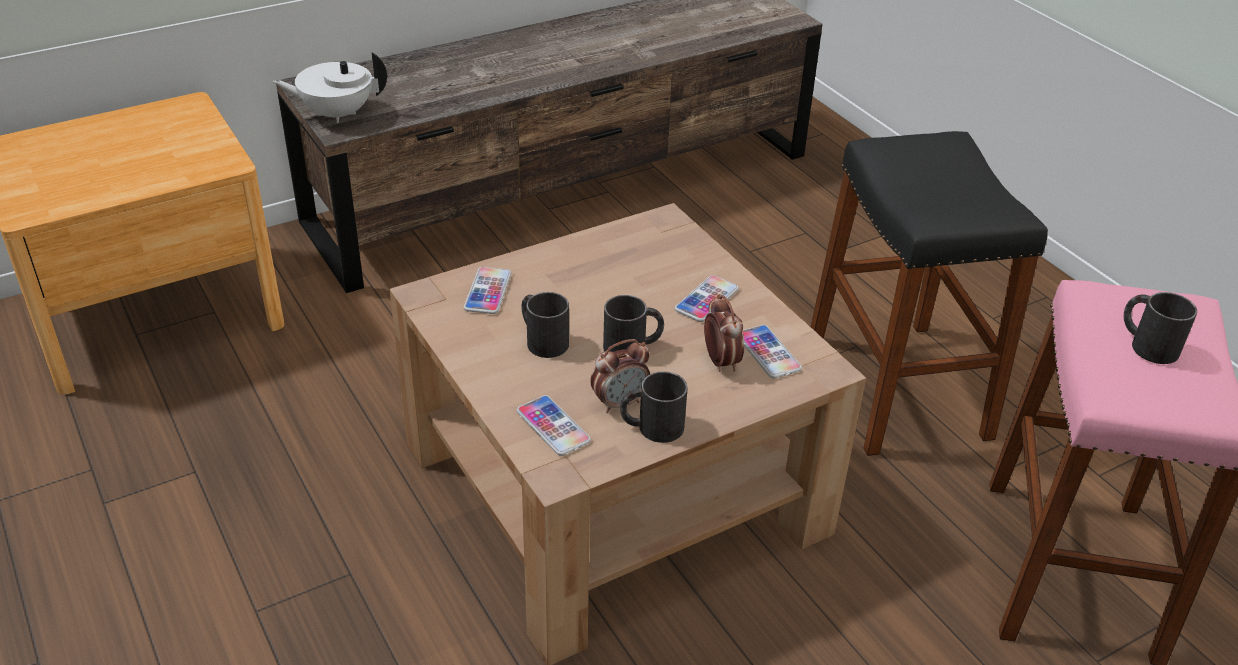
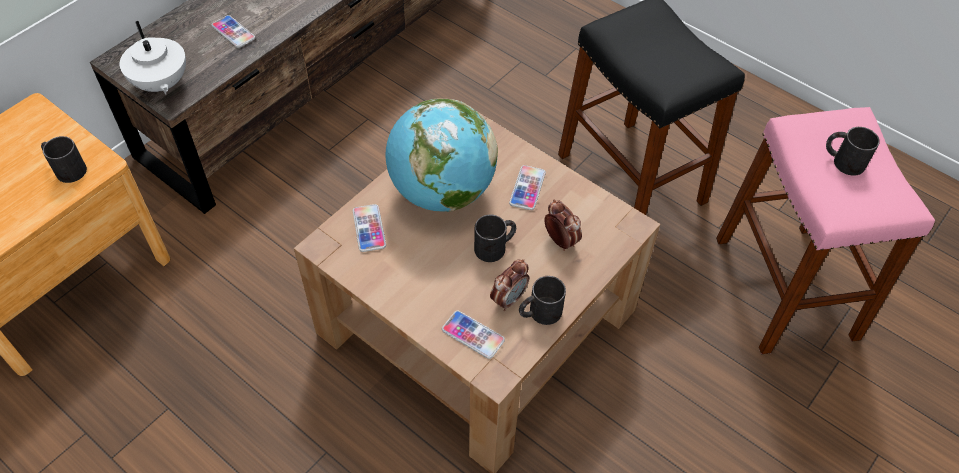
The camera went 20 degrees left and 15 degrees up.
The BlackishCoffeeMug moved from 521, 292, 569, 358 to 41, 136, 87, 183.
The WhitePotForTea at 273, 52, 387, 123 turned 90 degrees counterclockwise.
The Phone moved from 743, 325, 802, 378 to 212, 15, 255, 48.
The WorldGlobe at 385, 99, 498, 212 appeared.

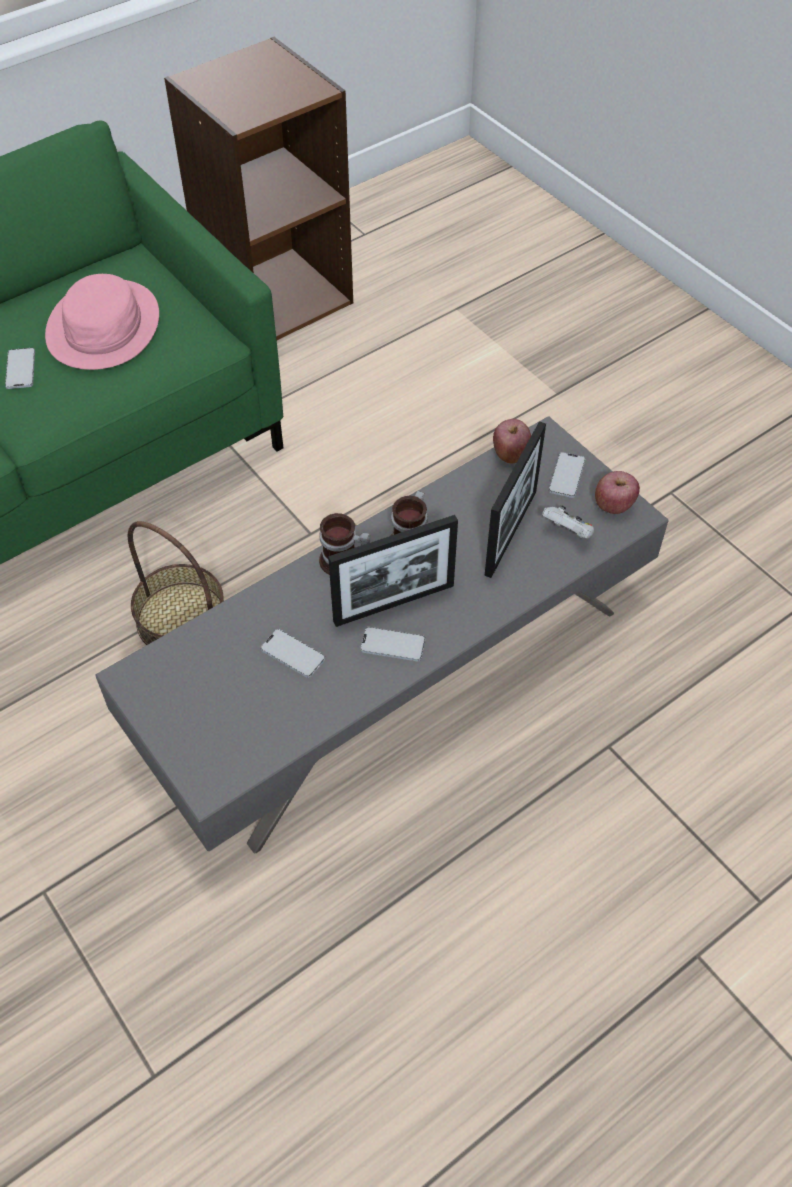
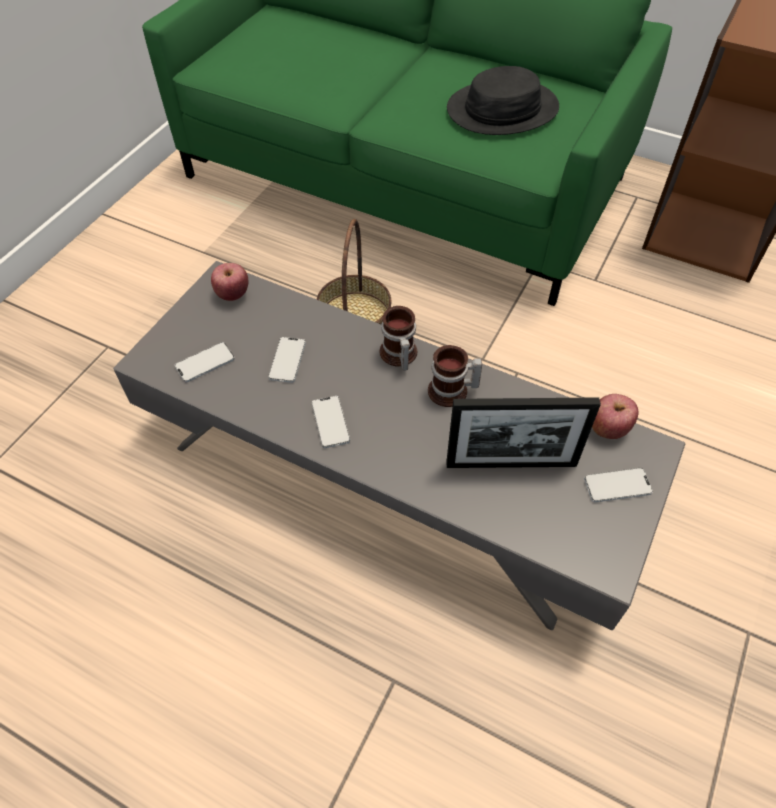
The camera went 65 degrees right and 0 degrees up.
The Phone moved from 5, 348, 35, 389 to 175, 342, 235, 383.
The WholeApple moved from 595, 471, 640, 514 to 211, 263, 249, 301.
The PinkishClothingHat at 45, 274, 159, 370 became the BlackishClothingHat at 447, 66, 559, 135.
The StandingFrame at 328, 515, 458, 627 disappeared.
The WhiteGameController at 542, 505, 594, 539 disappeared.

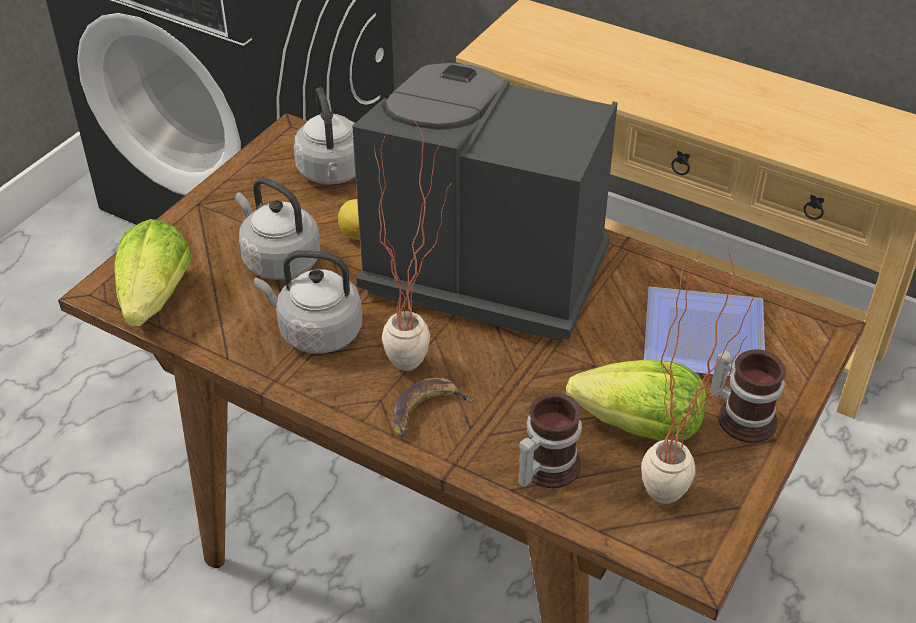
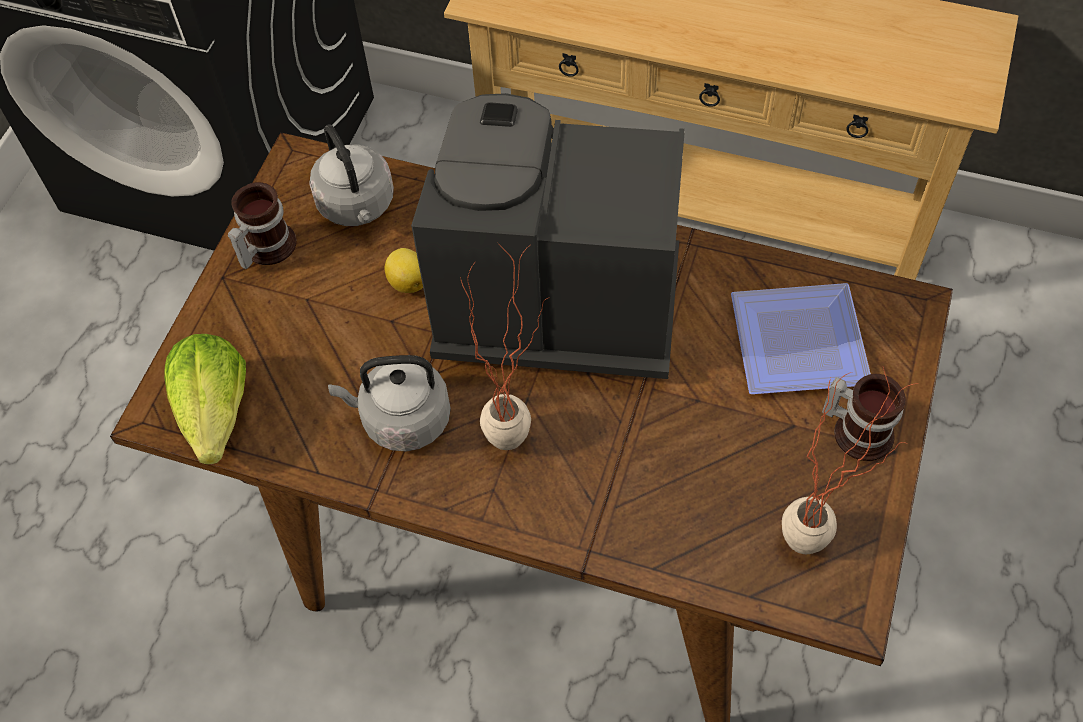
The camera went 10 degrees left and 15 degrees up.
The CoffeeMug moved from 518, 393, 582, 488 to 228, 182, 297, 269.
The GreyKettle at 235, 177, 320, 280 disappeared.
The Banana at 391, 378, 474, 437 disappeared.
The HeadOfLettuce at 566, 360, 706, 442 disappeared.

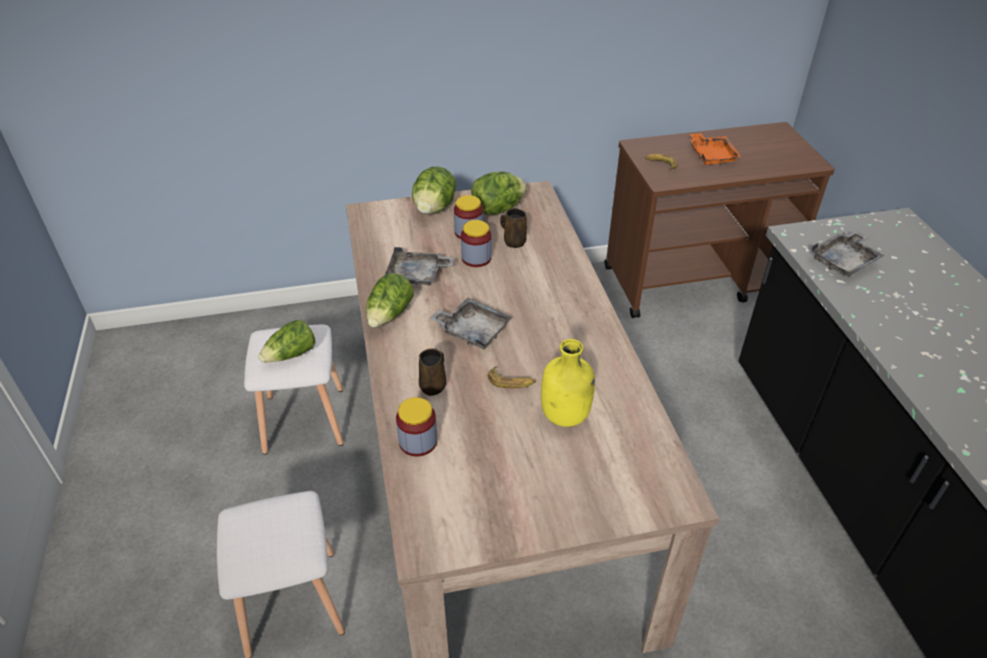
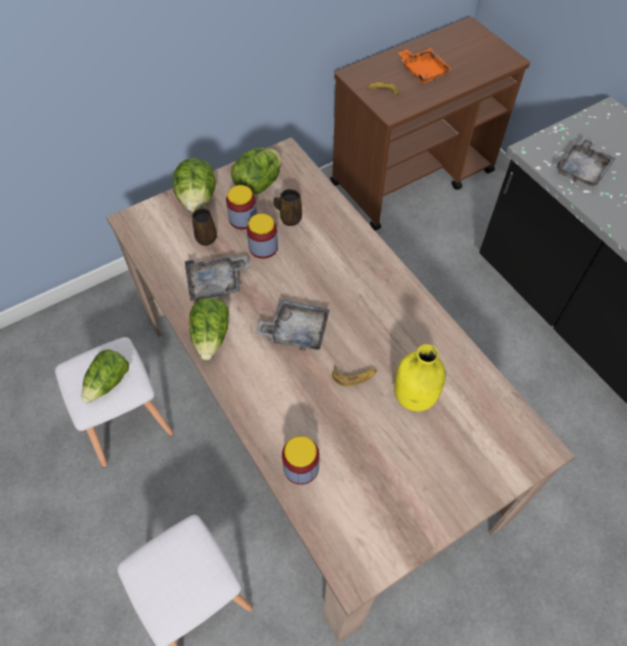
The camera went 20 degrees left and 15 degrees up.
The BrownishCoffeeMug moved from 419, 348, 446, 396 to 192, 208, 217, 246.

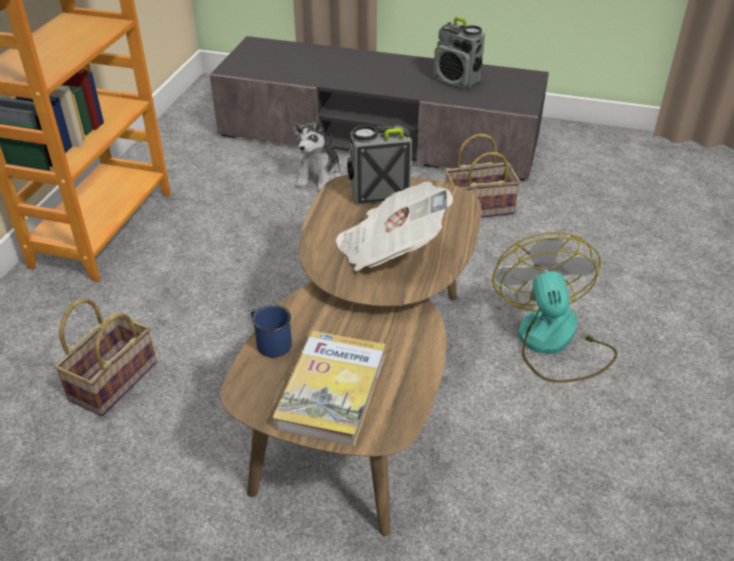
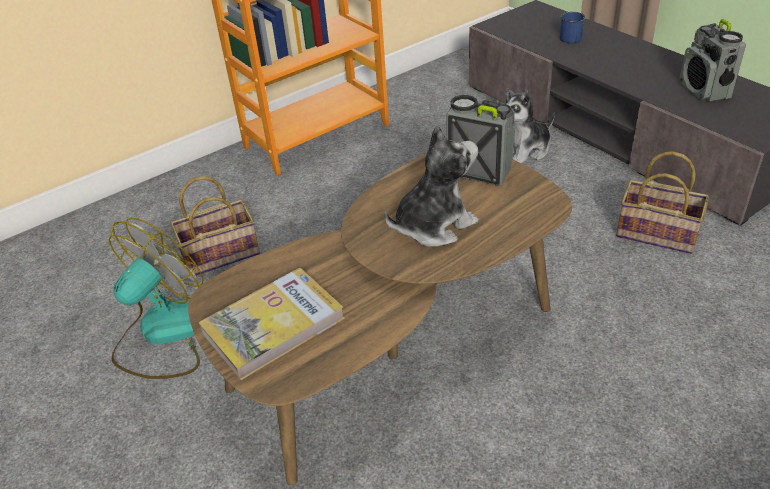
The camera went 40 degrees right and 0 degrees up.
The Fan moved from 492, 232, 618, 383 to 109, 218, 203, 379.
The PrintedPaper at 336, 181, 453, 271 was replaced by the CuddlyToy at 385, 125, 479, 247.
The BlueColouredCoffeeMug moved from 251, 305, 292, 357 to 560, 12, 585, 43.

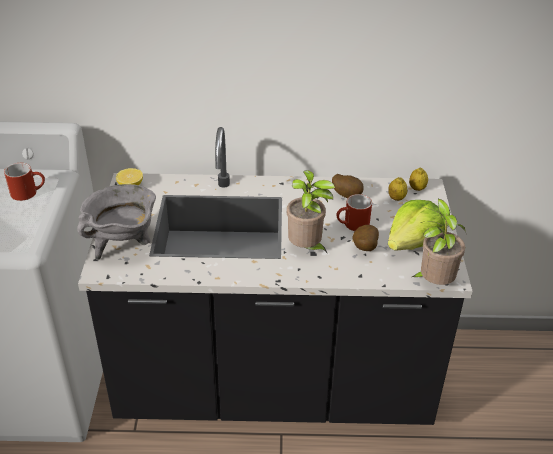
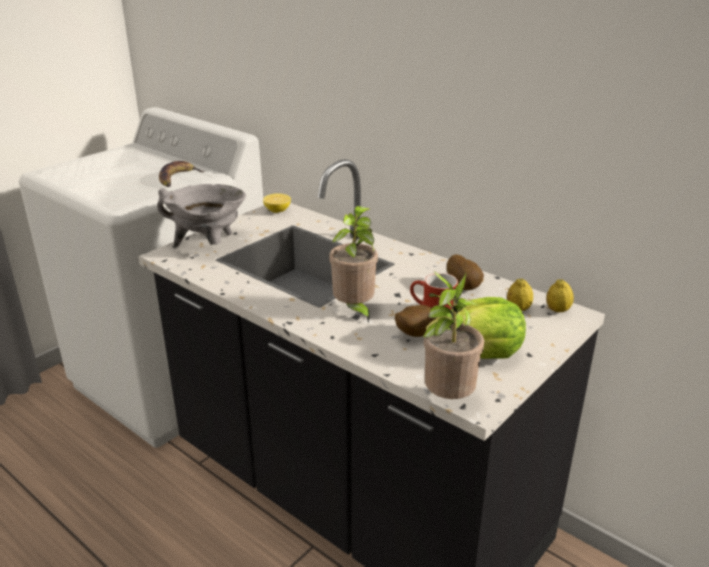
The camera went 40 degrees right and 10 degrees down.
The ReddishCoffeeMug at 4, 163, 45, 201 was replaced by the Banana at 159, 161, 205, 187.

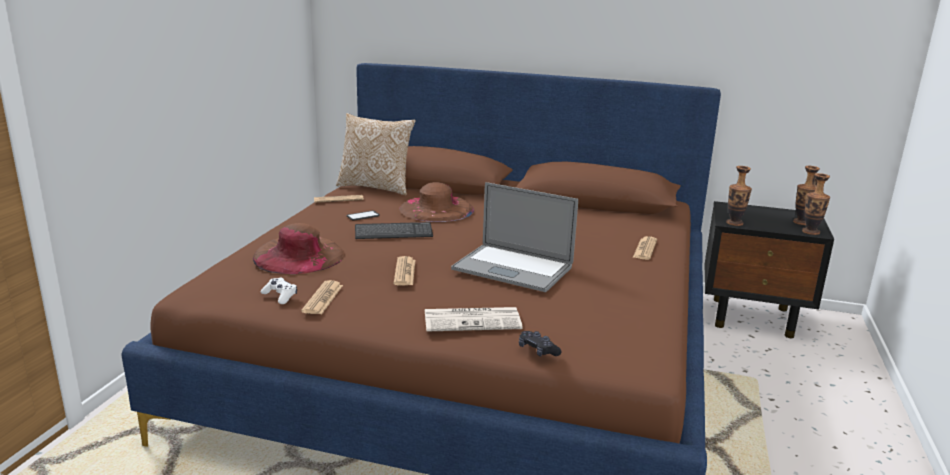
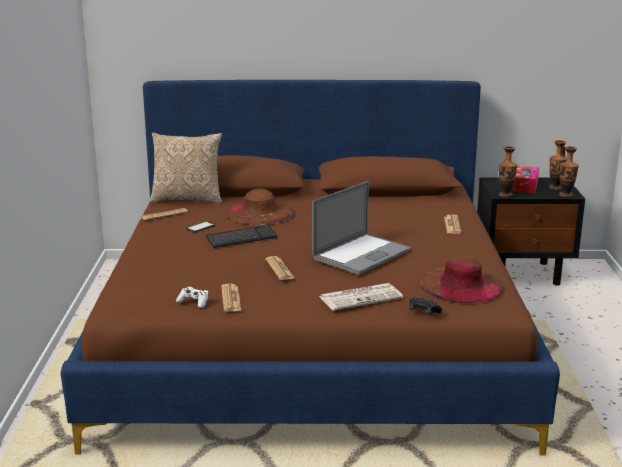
The camera went 15 degrees left and 0 degrees up.
The PortableComputer at 451, 182, 578, 292 turned 60 degrees counterclockwise.
The BrownishClothingHat moved from 253, 223, 345, 274 to 420, 255, 504, 303.
The TissueBox at 513, 166, 539, 193 appeared.

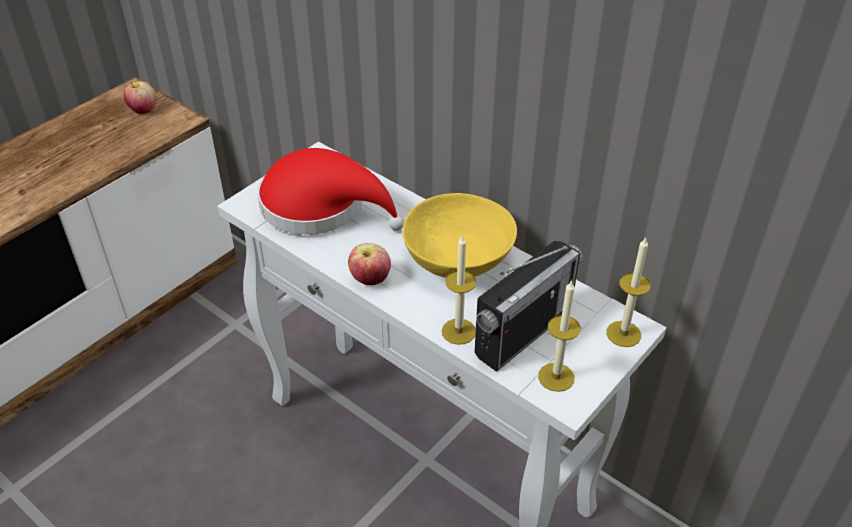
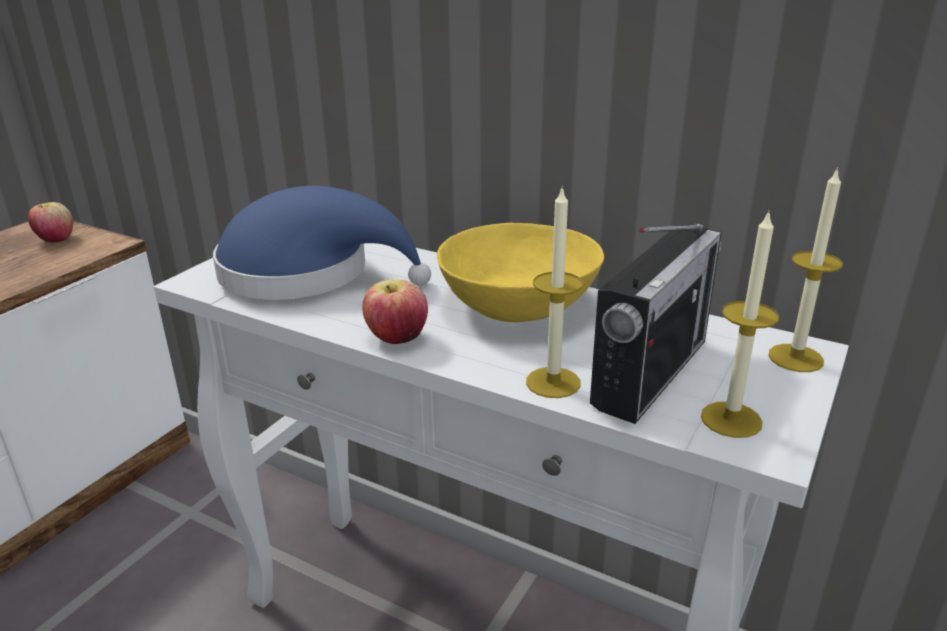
The camera went 10 degrees left and 15 degrees down.
The ReddishClothingHat at 258, 148, 404, 235 became the BlueColouredClothingHat at 213, 186, 431, 300.

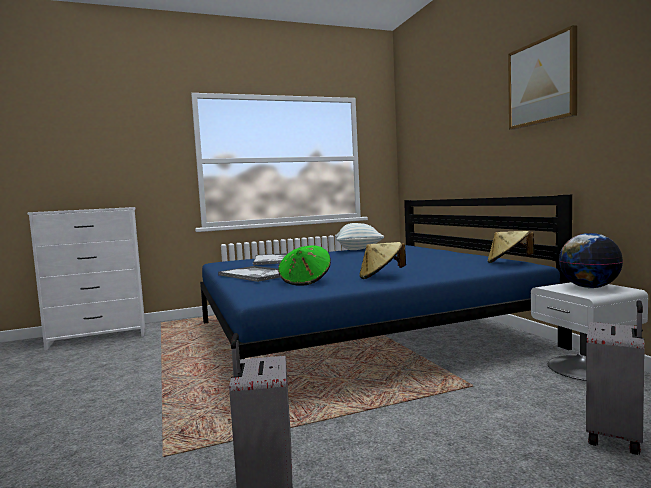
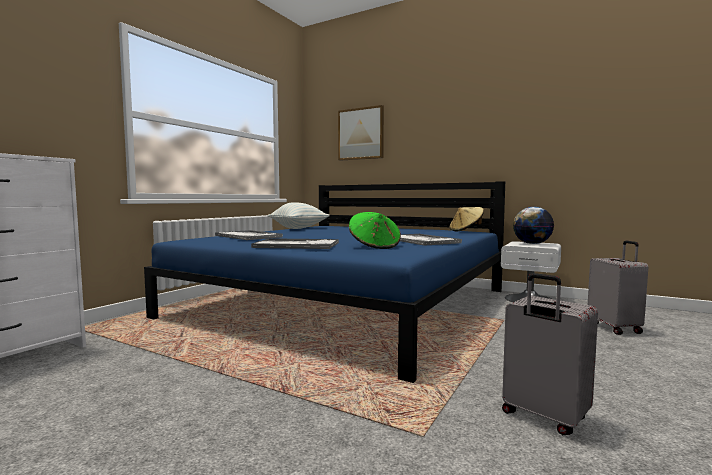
The camera went 40 degrees left and 0 degrees up.
The WallArt moved from 508, 25, 577, 130 to 338, 105, 384, 161.
The SandColouredClothingHat at 359, 242, 406, 279 was replaced by the ServingTray at 400, 234, 462, 246.

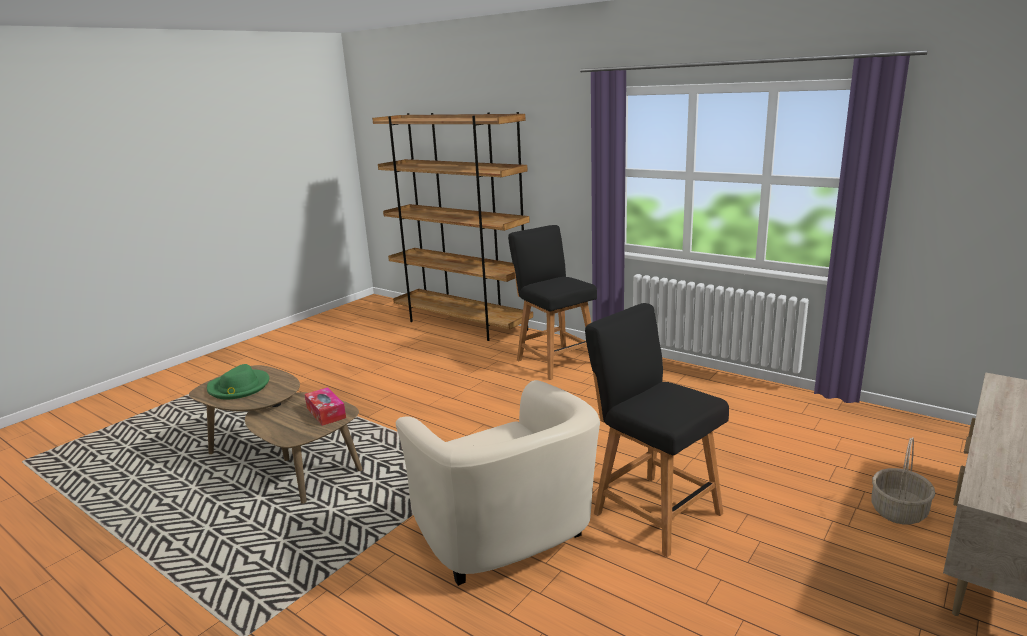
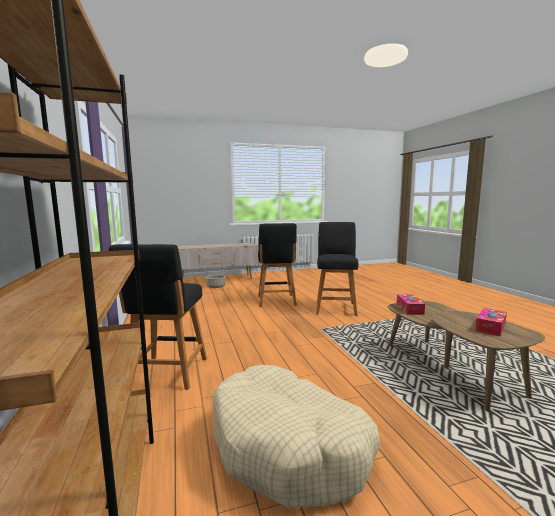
The camera went 145 degrees left and 10 degrees down.
The SandColouredPetBed at 212, 365, 380, 508 appeared.
The SandColouredLoungeChair at 396, 380, 600, 586 was replaced by the BlackishSittingStool at 316, 222, 358, 316.
The GreenishClothingHat at 207, 364, 269, 399 was replaced by the TissueBox at 475, 308, 507, 336.

